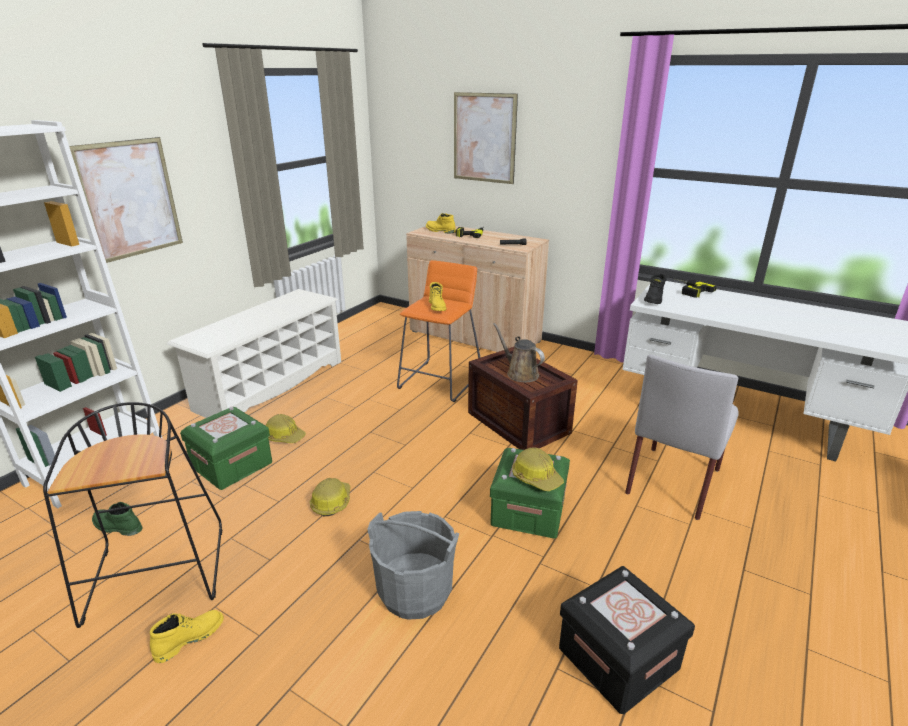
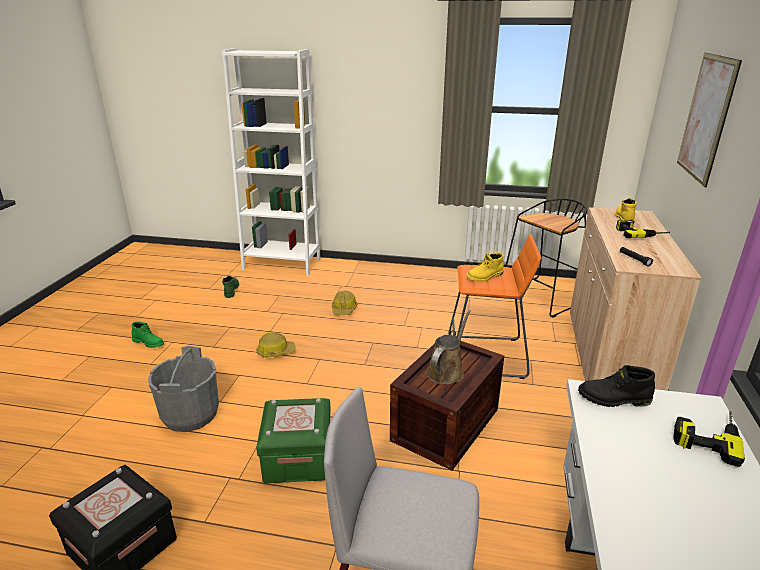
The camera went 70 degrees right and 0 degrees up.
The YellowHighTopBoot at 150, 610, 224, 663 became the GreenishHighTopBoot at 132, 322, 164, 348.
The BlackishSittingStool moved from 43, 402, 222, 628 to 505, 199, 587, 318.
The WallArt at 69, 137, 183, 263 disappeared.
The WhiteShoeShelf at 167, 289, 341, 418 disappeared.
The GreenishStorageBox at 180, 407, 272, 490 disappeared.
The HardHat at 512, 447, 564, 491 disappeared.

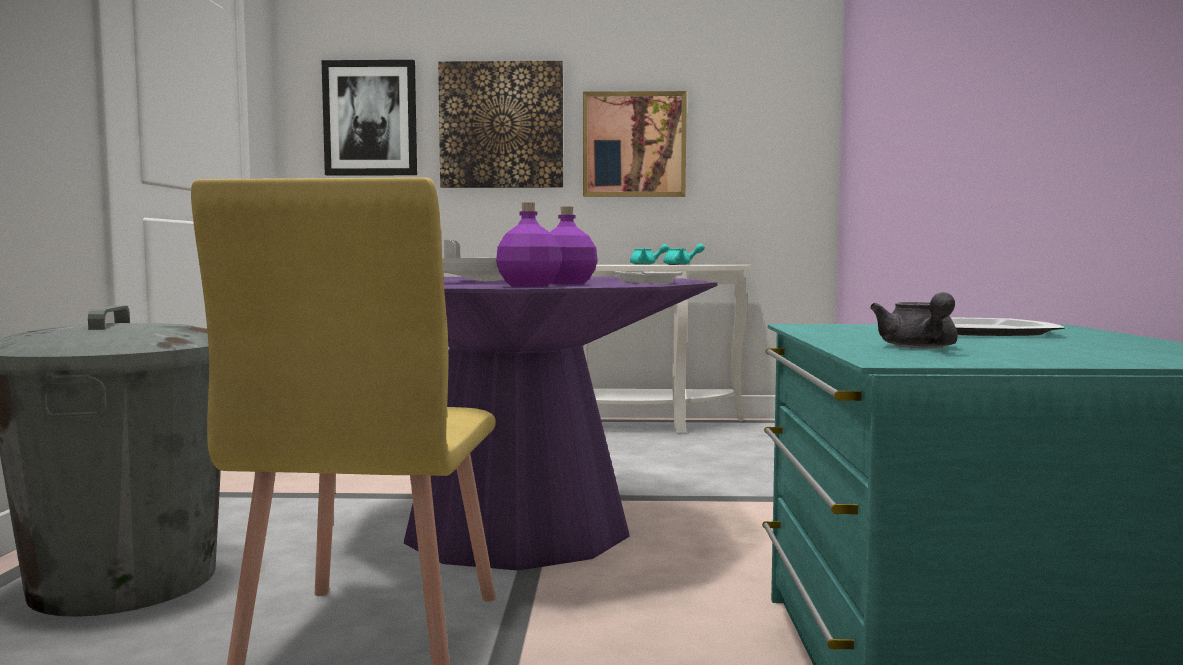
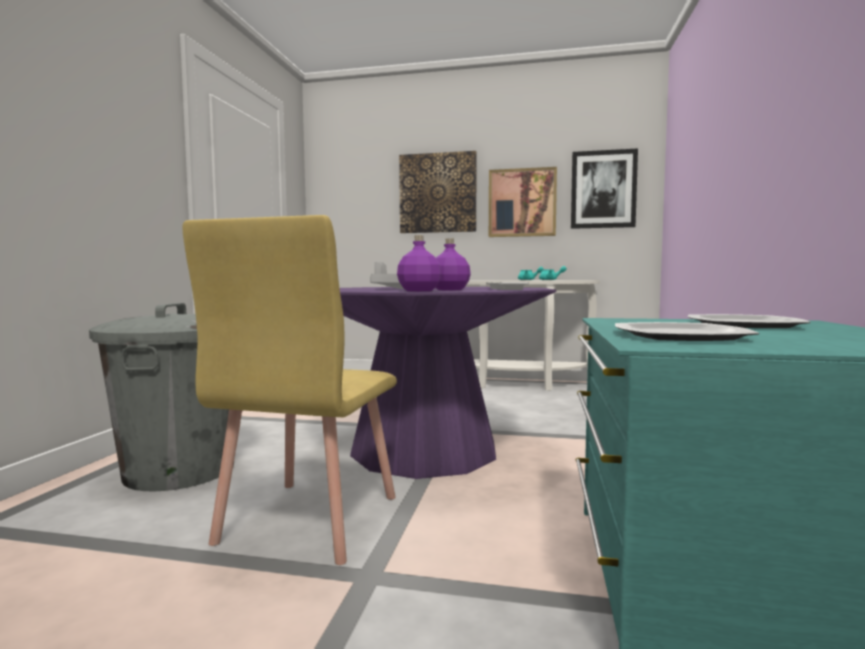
The camera went 10 degrees right and 0 degrees up.
The WallArt moved from 321, 60, 417, 176 to 571, 148, 638, 229.
The GreyPotForTea at 870, 292, 958, 348 was replaced by the FlatDish at 615, 322, 759, 341.

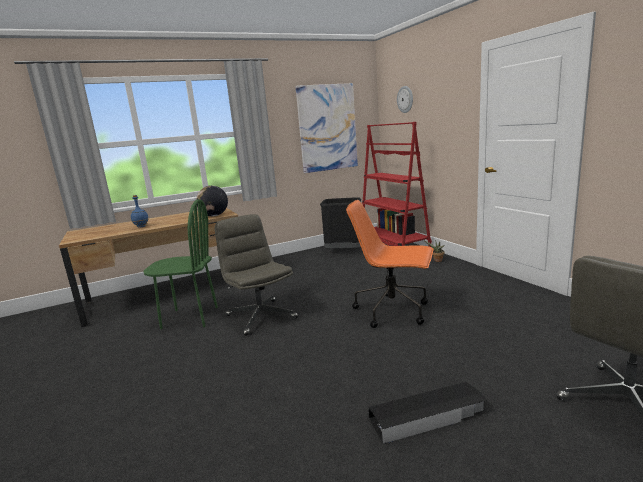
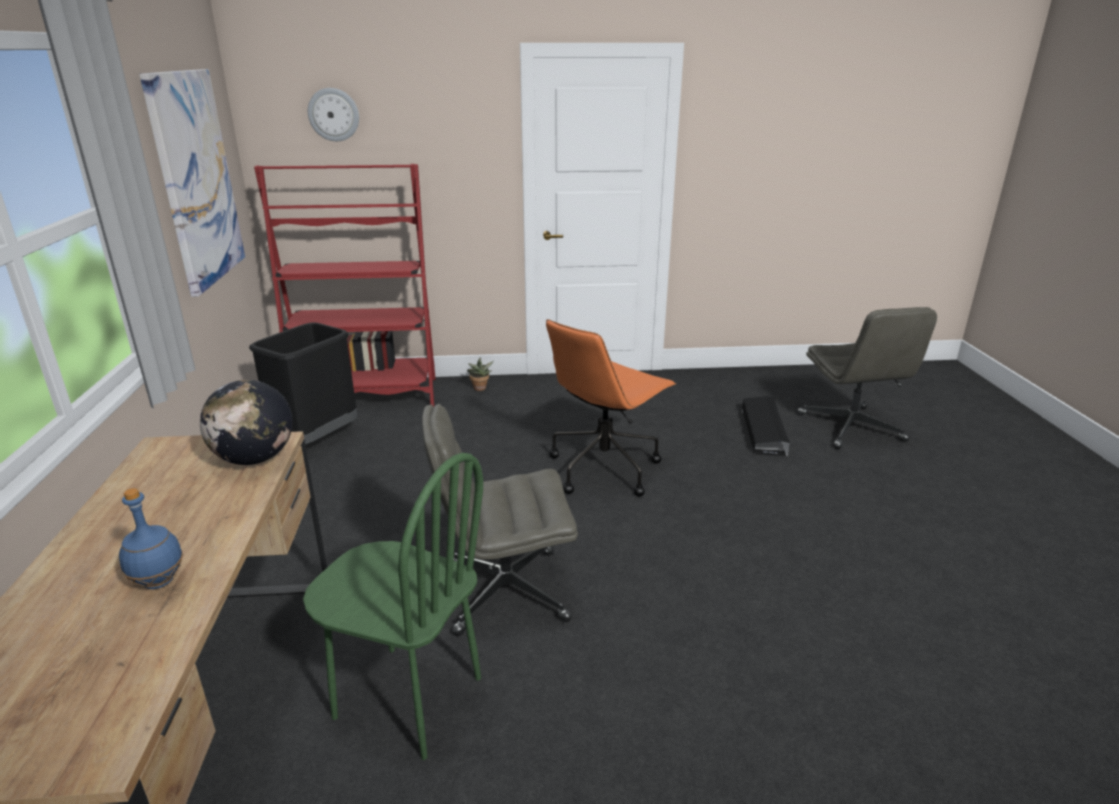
The camera went 70 degrees left and 10 degrees up.
The GreenishChair at 143, 199, 218, 329 turned 90 degrees clockwise.
The BlackishStorageBox moved from 368, 382, 487, 444 to 742, 396, 790, 456.

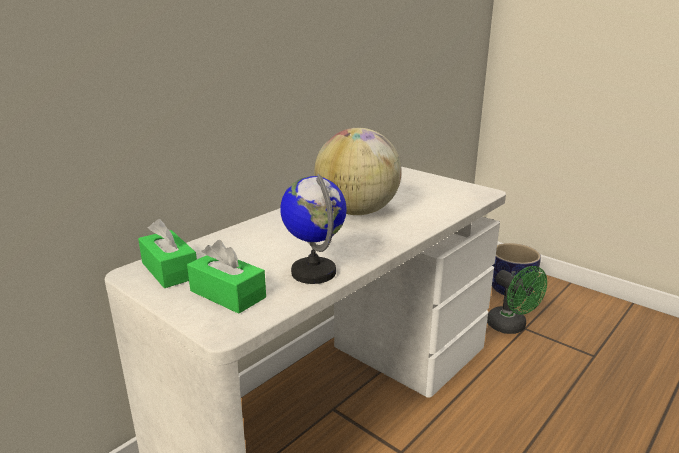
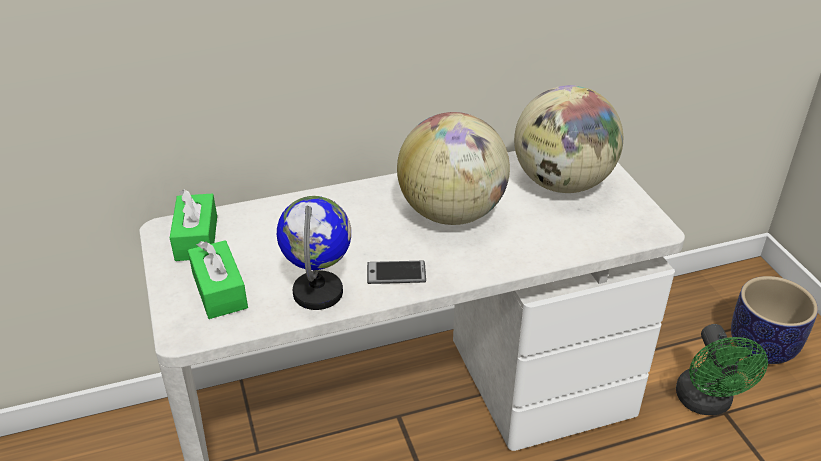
The camera went 30 degrees right and 15 degrees up.
The Phone at 367, 261, 426, 284 appeared.
The WorldGlobe at 514, 85, 623, 193 appeared.

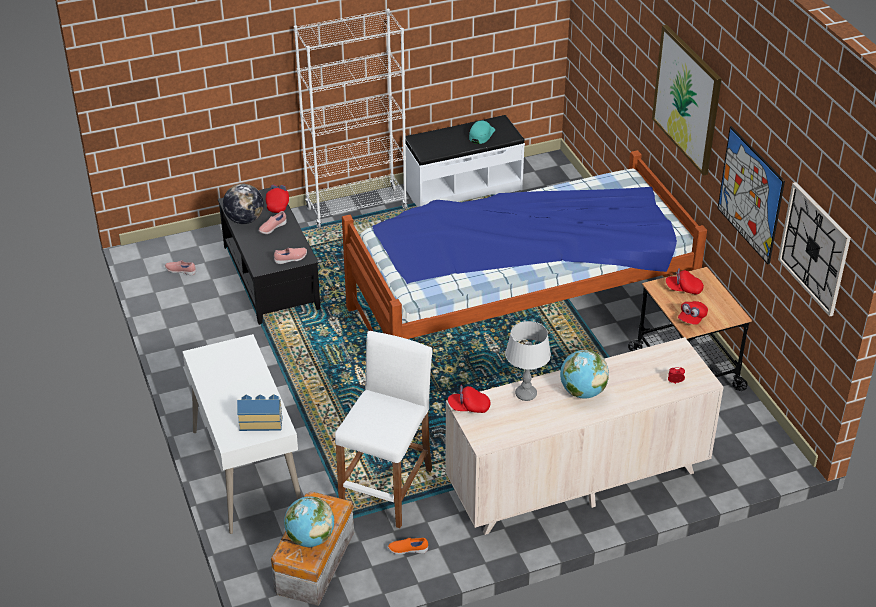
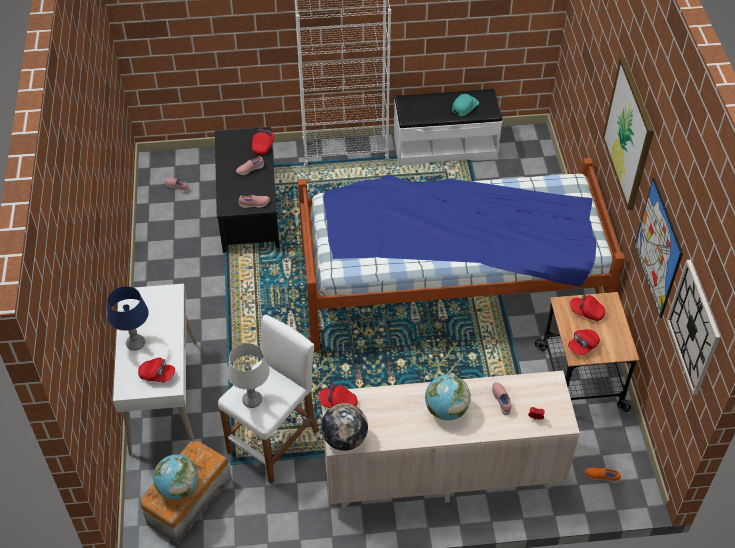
The camera went 15 degrees right and 10 degrees up.
The BlueColouredLampForATable at 107, 286, 149, 351 appeared.
The MiniatureHouse at 237, 394, 283, 431 was replaced by the ReddishPeakedCap at 138, 358, 175, 382.
The GreyLampForATable moved from 505, 321, 551, 401 to 227, 343, 270, 408.
The WorldGlobe moved from 223, 184, 264, 224 to 321, 403, 368, 451.
The PinkishItemOfFootwear at 492, 382, 511, 415 appeared.
The OrangeItemOfFootwear moved from 388, 538, 428, 555 to 585, 467, 621, 484.

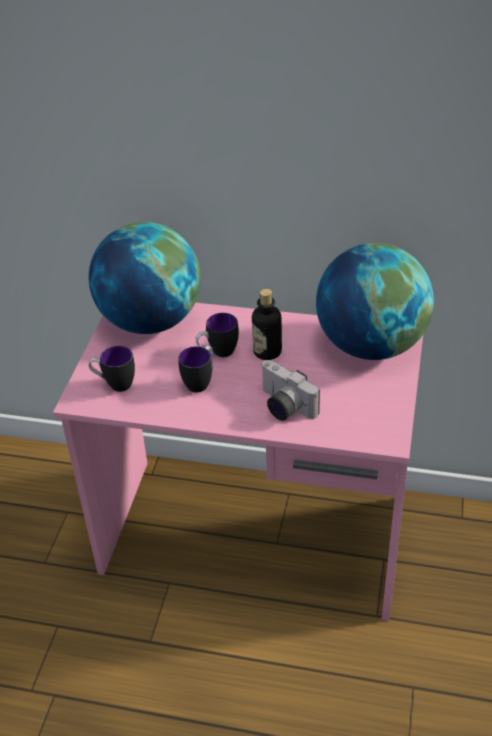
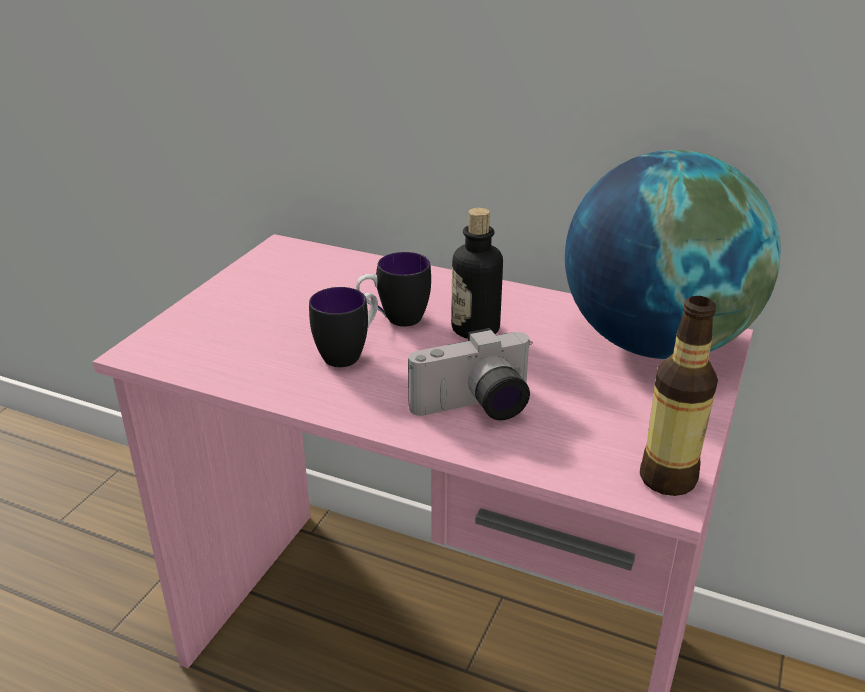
The camera went 10 degrees right and 10 degrees down.
The PhotoCamera at 261, 360, 320, 421 turned 75 degrees counterclockwise.
The Bottle at 640, 296, 718, 496 appeared.
The WorldGlobe at 89, 222, 201, 334 disappeared.
The CoffeeMug at 89, 346, 135, 392 disappeared.

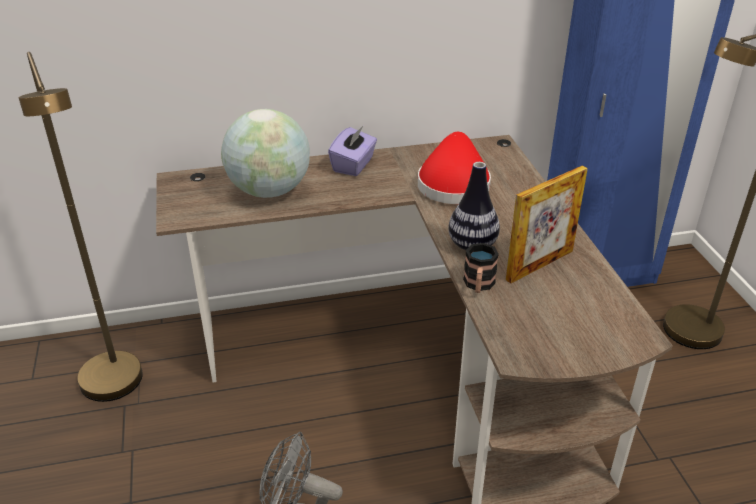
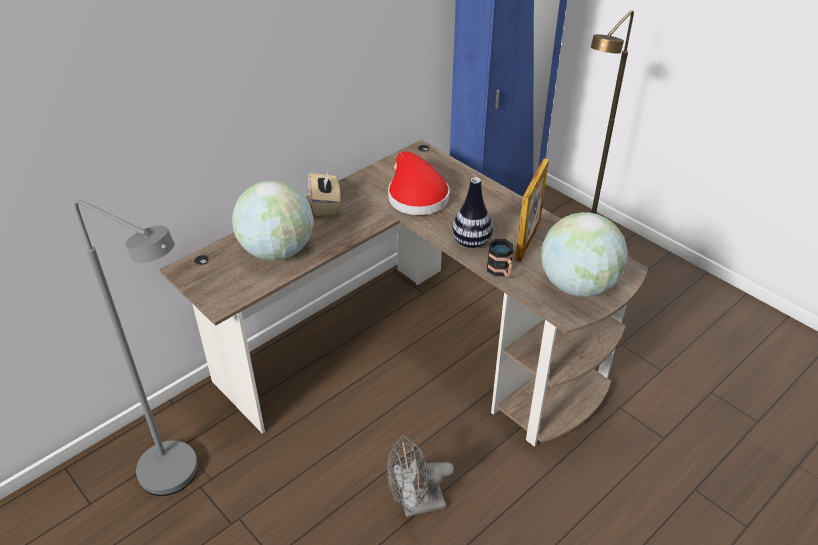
The camera went 30 degrees left and 5 degrees up.
The BrownishFloorLamp at 19, 52, 143, 402 became the GreyFloorLamp at 74, 200, 198, 496.
The PurpleTissueBox at 328, 126, 377, 176 became the SandColouredTissueBox at 308, 171, 341, 216.
The WorldGlobe at 541, 212, 628, 297 appeared.

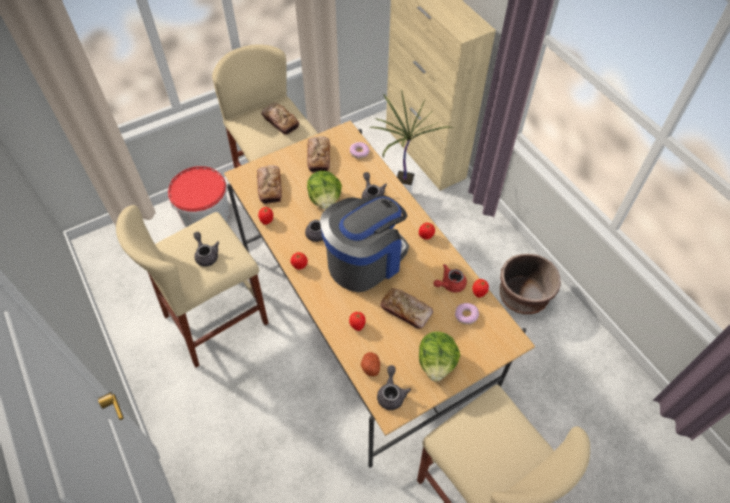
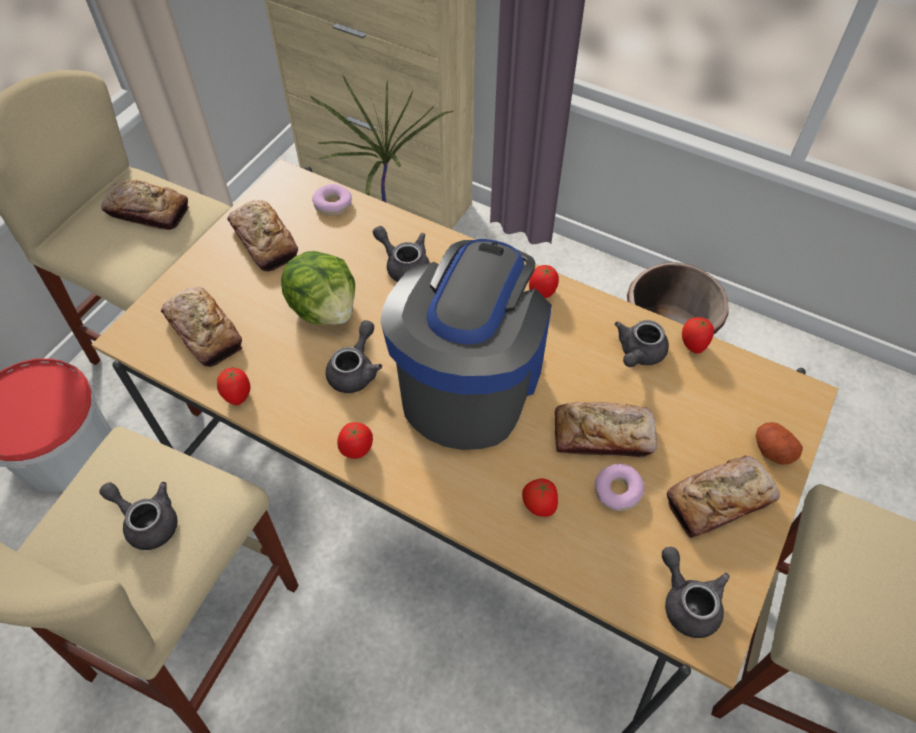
The camera went 30 degrees left and 0 degrees up.
The Doughnut moved from 455, 303, 479, 325 to 595, 464, 644, 511.
The ReddishPotForTea at 433, 264, 467, 293 became the GreyPotForTea at 614, 320, 669, 367.
The HeadOfLettuce at 419, 332, 460, 381 was replaced by the Bread at 667, 456, 780, 538.
The Spud moved from 361, 352, 380, 376 to 756, 422, 803, 465.

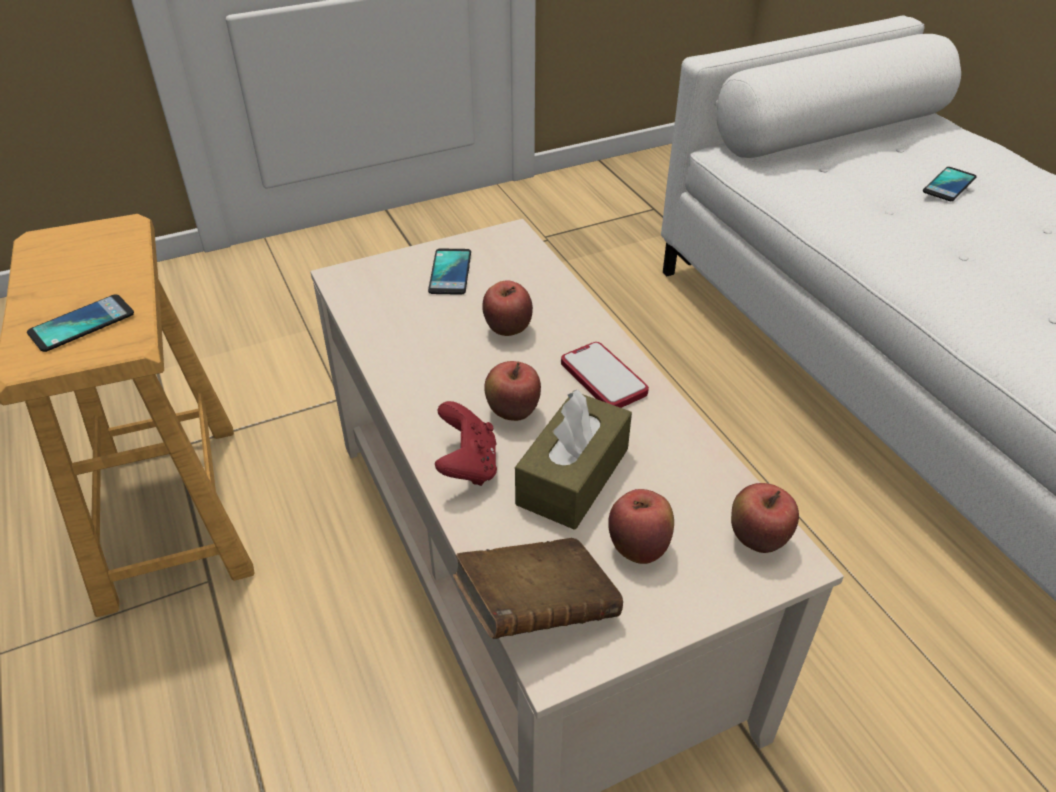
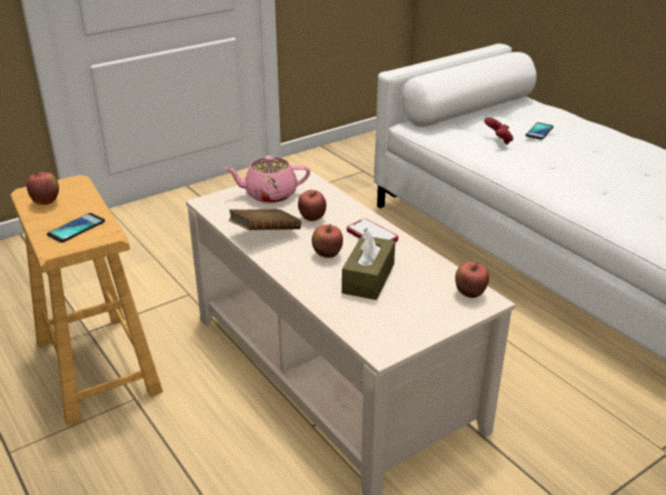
The camera went 10 degrees left and 10 degrees down.
The WholeApple moved from 608, 489, 674, 564 to 27, 172, 59, 205.
The Phone at 428, 248, 471, 295 was replaced by the PinkishPotForTea at 224, 156, 310, 203.
The BrownishBoundBook moved from 453, 538, 623, 639 to 229, 209, 301, 230.
The ReddishGameController moved from 435, 401, 497, 486 to 484, 117, 513, 145.

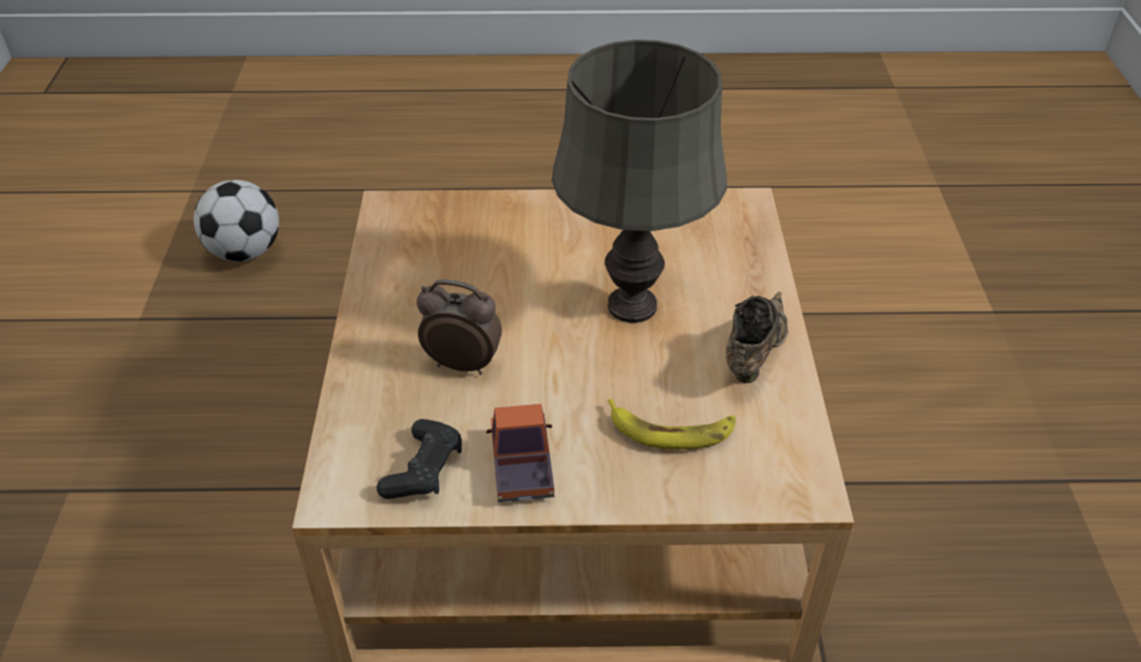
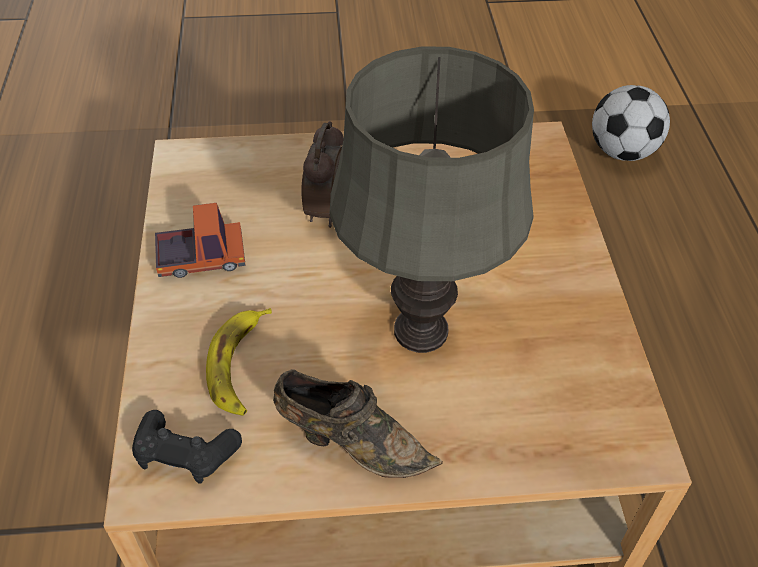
The camera went 85 degrees right and 5 degrees up.
The BlackishGameController moved from 377, 419, 462, 499 to 132, 410, 242, 484.

